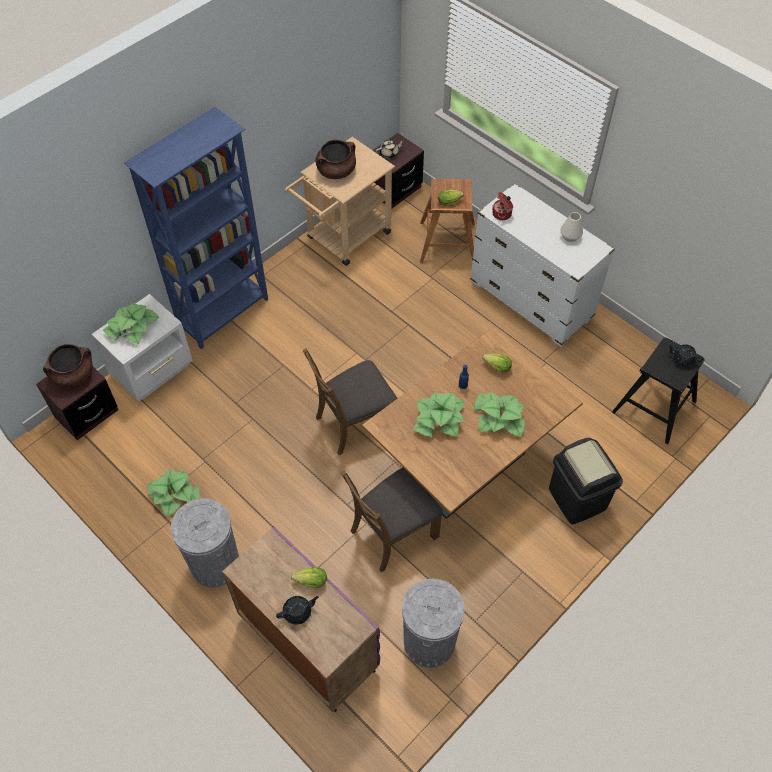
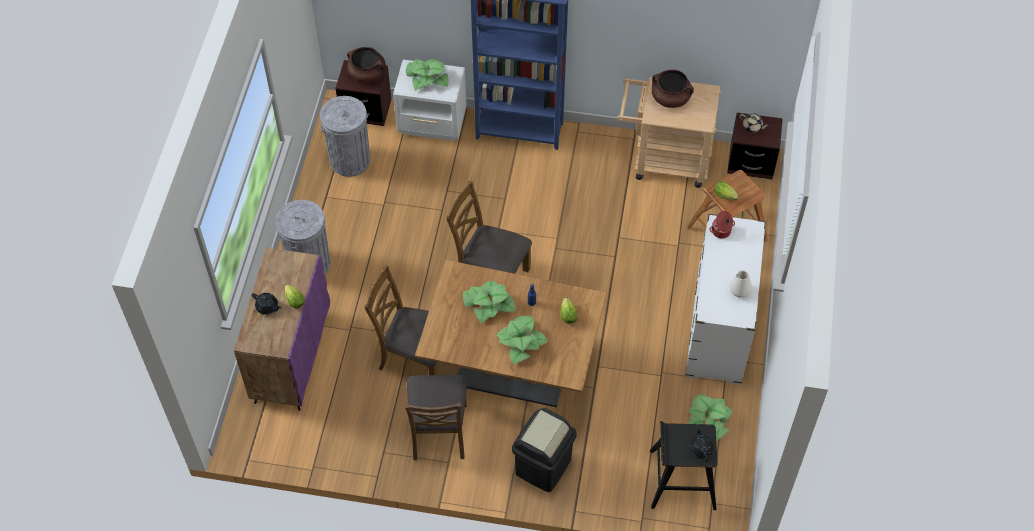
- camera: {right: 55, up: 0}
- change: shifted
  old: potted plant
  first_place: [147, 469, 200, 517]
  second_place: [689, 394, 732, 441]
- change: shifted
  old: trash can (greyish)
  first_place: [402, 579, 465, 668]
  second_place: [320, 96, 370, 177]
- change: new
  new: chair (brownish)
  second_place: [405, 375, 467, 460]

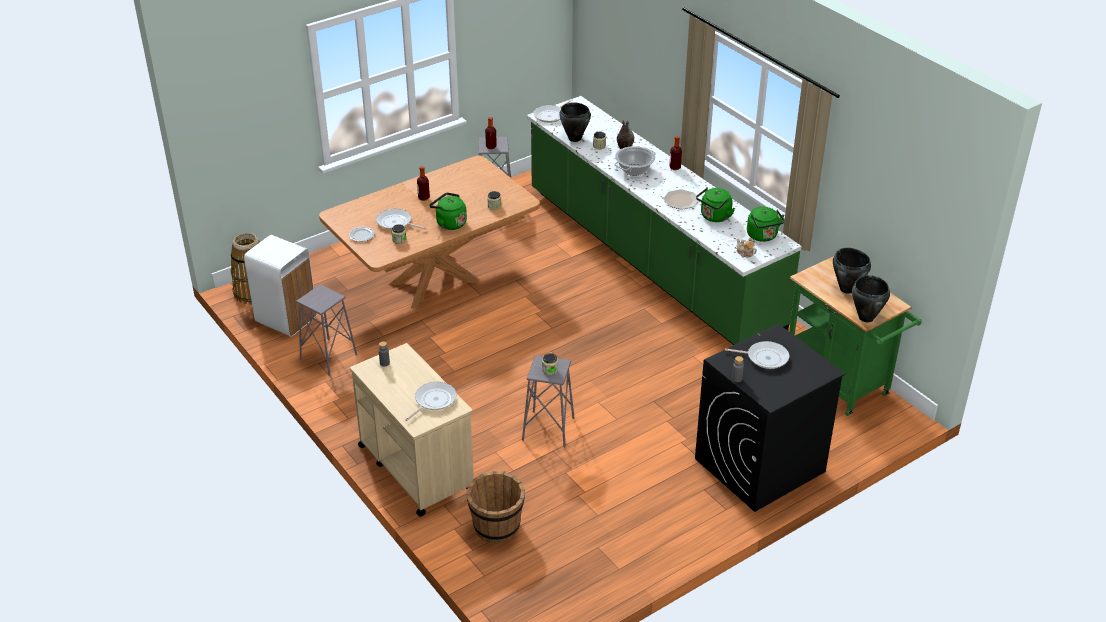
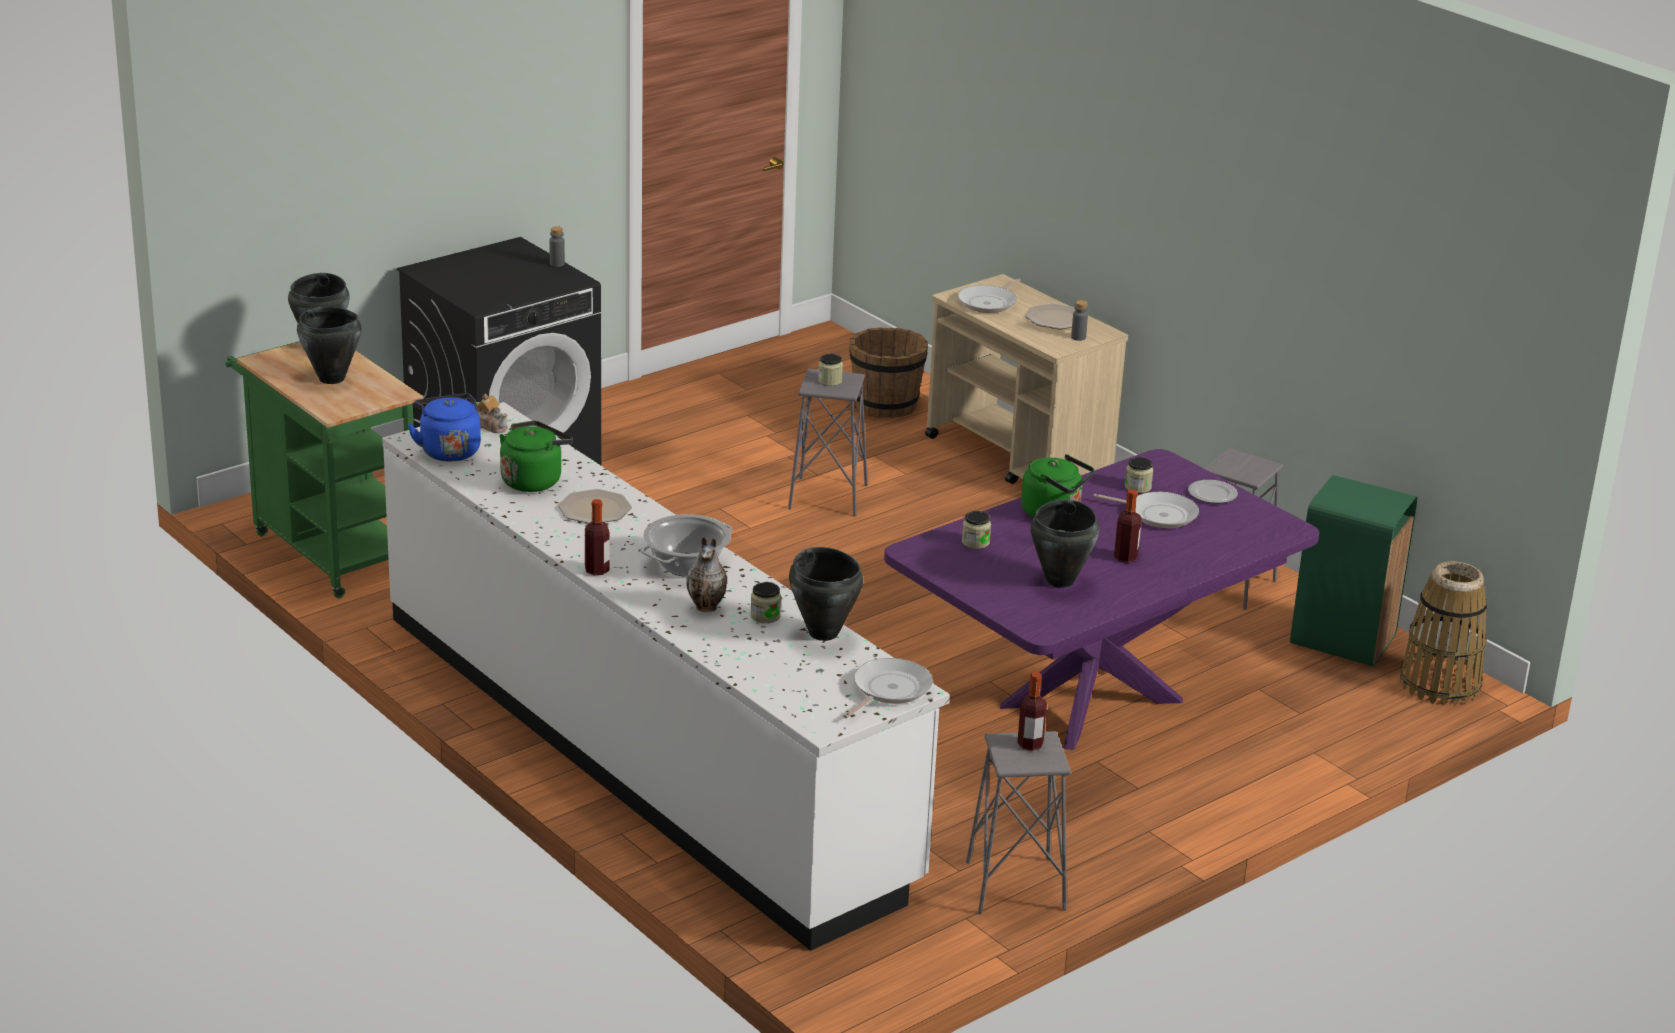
- camera: {right: 175, up: -10}
- change: repainted
  old: kitchen counter (green)
  new: kitchen counter (whitish)
  first_place: [527, 96, 802, 345]
  second_place: [382, 402, 950, 951]
- change: repainted
  old: dinner table (brownish)
  new: dinner table (purple-coloured)
  first_place: [319, 156, 540, 309]
  second_place: [884, 449, 1319, 750]
- change: repainted
  old: tea kettle (green)
  new: tea kettle (bluish)
  first_place: [747, 207, 785, 242]
  second_place: [408, 393, 481, 462]
- change: repainted
  old: trash can (whitish)
  new: trash can (green)
  first_place: [244, 235, 317, 337]
  second_place: [1290, 475, 1418, 666]
- change: gone
  old: pan
  first_place: [725, 341, 789, 369]
- change: new
  new: flat dish
  second_place: [1025, 304, 1075, 329]
- change: new
  new: stockpot (blackish)
  second_place: [1030, 499, 1099, 588]

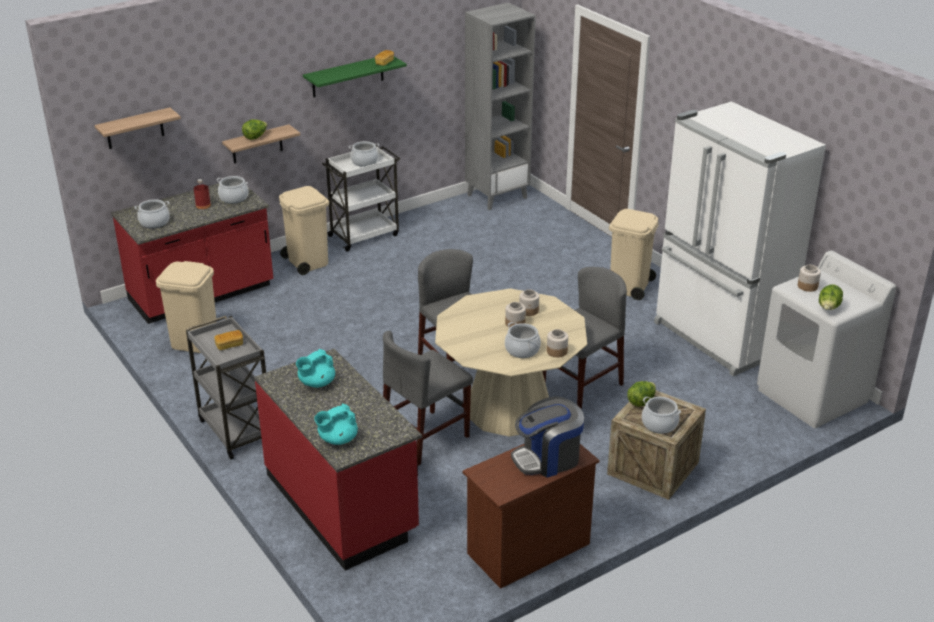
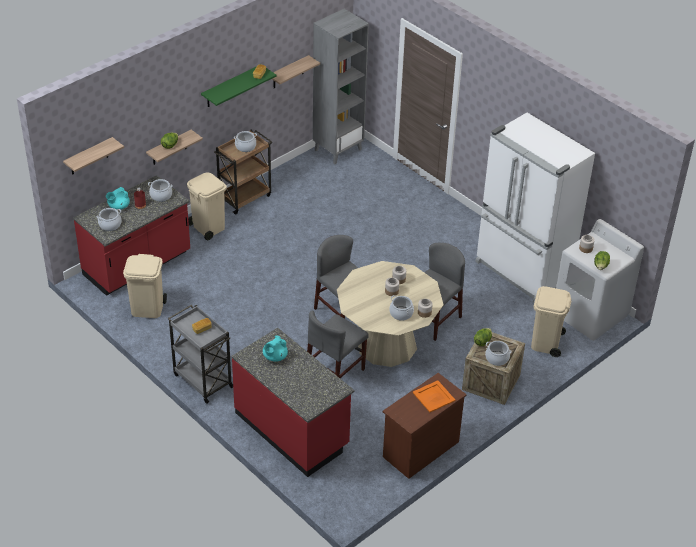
- camera: {right: -10, up: 10}
- change: repainted
  old: trolley (whitish)
  new: trolley (brownish)
  first_place: [322, 145, 400, 252]
  second_place: [214, 130, 272, 215]
- change: shifted
  old: trash can (beige)
  first_place: [609, 209, 659, 300]
  second_place: [531, 286, 572, 357]
- change: swapped
  old: coffee brewer
  new: tray (orange)
  first_place: [511, 396, 584, 478]
  second_place: [413, 380, 455, 412]
- change: shifted
  old: tea pot (turquoise-coloured)
  first_place: [314, 404, 358, 445]
  second_place: [106, 187, 130, 210]
- change: new
  new: wall shelf
  second_place: [272, 55, 320, 88]

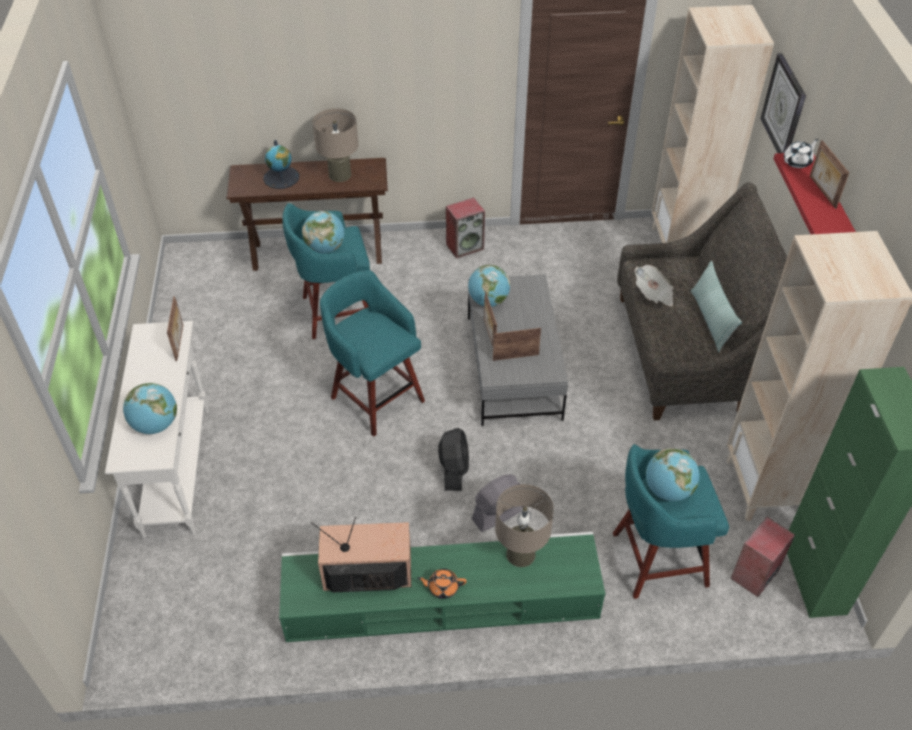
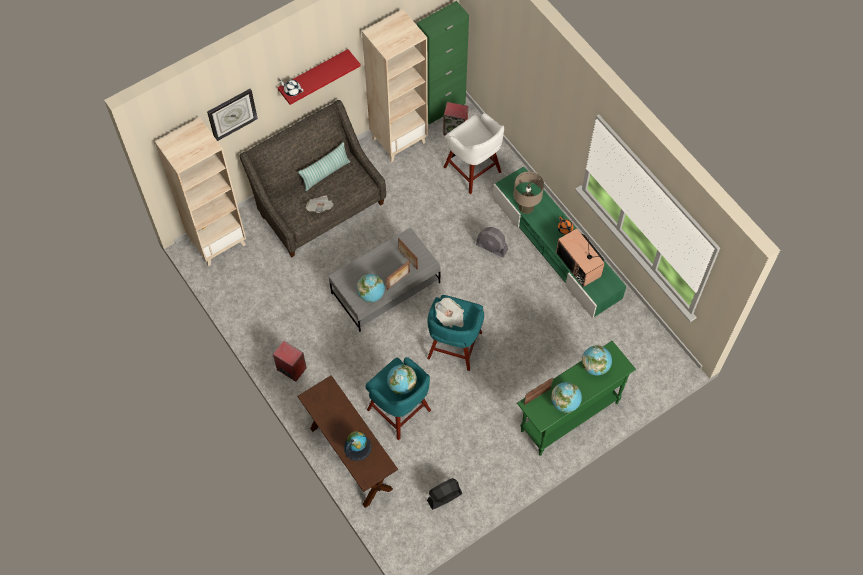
- camera: {right: -120, up: 15}
- change: gone
  old: table lamp (beige)
  first_place: [312, 108, 358, 182]
- change: gone
  old: standing frame
  first_place: [810, 140, 849, 209]
- change: repainted
  old: narrow table (whitish)
  new: narrow table (green)
  first_place: [105, 321, 209, 538]
  second_place: [517, 341, 636, 456]
- change: shifted
  old: cooling fan (blackish)
  first_place: [438, 428, 469, 491]
  second_place: [427, 478, 462, 510]
- change: repainted
  old: sitting stool (turquoise-coloured)
  new: sitting stool (whitish)
  first_place: [613, 444, 729, 599]
  second_place: [444, 113, 504, 194]
- change: shifted
  old: globe
  first_place: [646, 448, 699, 501]
  second_place: [551, 382, 582, 413]
- change: new
  new: printed paper
  second_place: [435, 298, 464, 328]

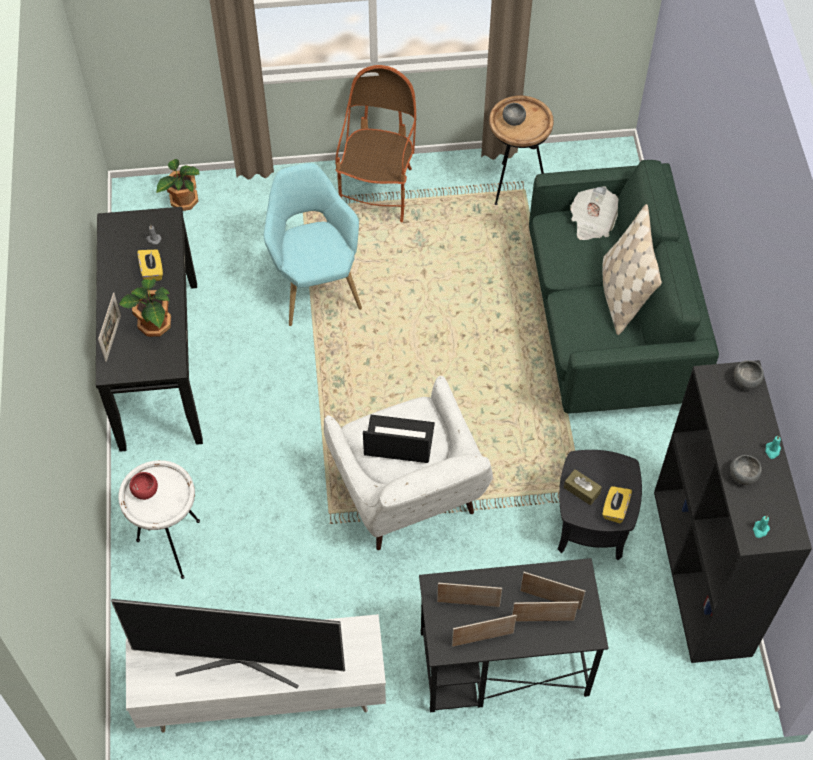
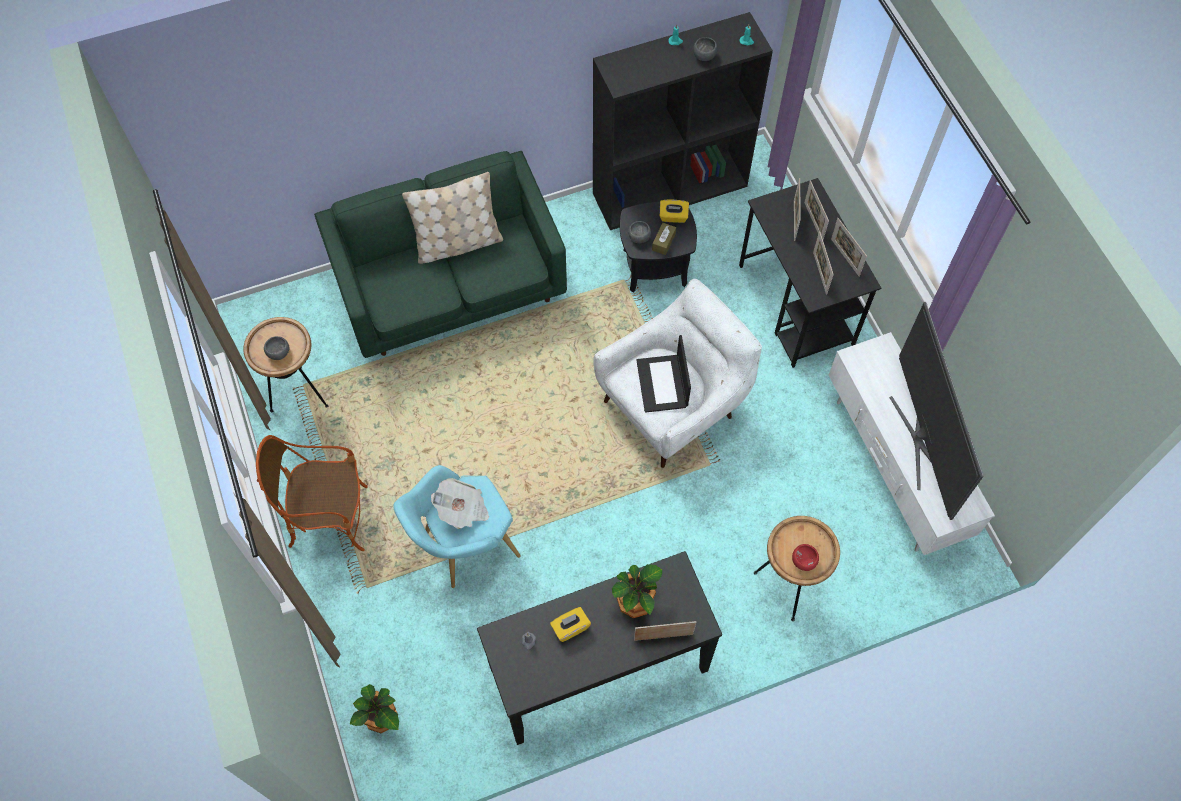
- camera: {right: -105, up: 5}
- change: shifted
  old: printed paper
  first_place: [570, 186, 619, 240]
  second_place: [431, 478, 489, 529]
- change: shifted
  old: serving bowl (greyish)
  first_place: [734, 360, 764, 390]
  second_place: [628, 221, 651, 243]
- change: repainted
  old: side table (whitish)
  new: side table (brownish)
  first_place: [118, 460, 200, 579]
  second_place: [754, 516, 840, 621]

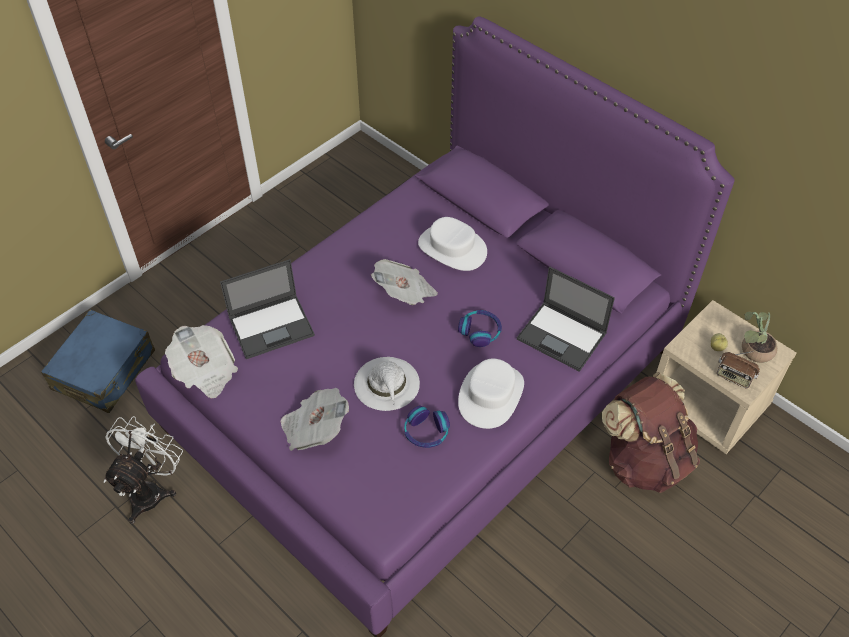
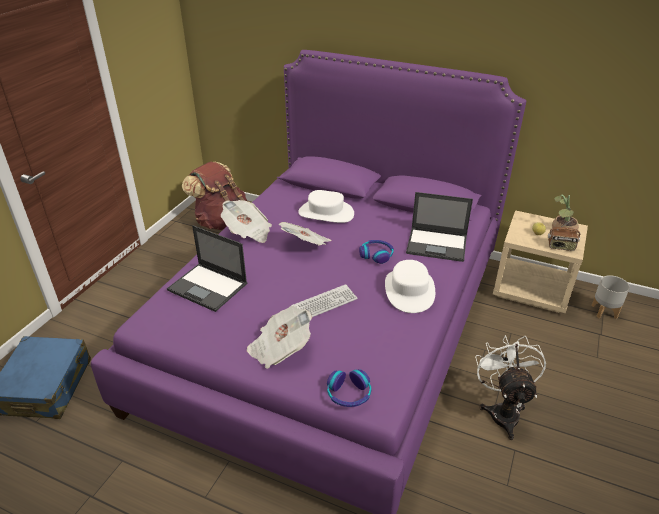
- camera: {right: -20, up: -15}
- change: rotated
  old: portable computer
  first_place: [220, 259, 315, 359]
  second_place: [167, 225, 247, 312]
  degrees: 75
- change: shifted
  old: printed paper
  first_place: [165, 325, 238, 398]
  second_place: [221, 200, 272, 243]
- change: swapped
  old: clothing hat (whitish)
  new: PC keyboard
  first_place: [354, 357, 420, 411]
  second_place: [291, 284, 358, 317]
- change: shifted
  old: knapsack (brownish)
  first_place: [602, 372, 700, 493]
  second_place: [182, 162, 247, 230]
- change: shifted
  old: headphones
  first_place: [404, 406, 450, 448]
  second_place: [327, 369, 371, 407]
- change: shifted
  old: cooling fan (whitish)
  first_place: [104, 416, 183, 524]
  second_place: [475, 335, 546, 440]
- change: new
  new: flower pot (greyish)
  second_place: [591, 275, 630, 319]

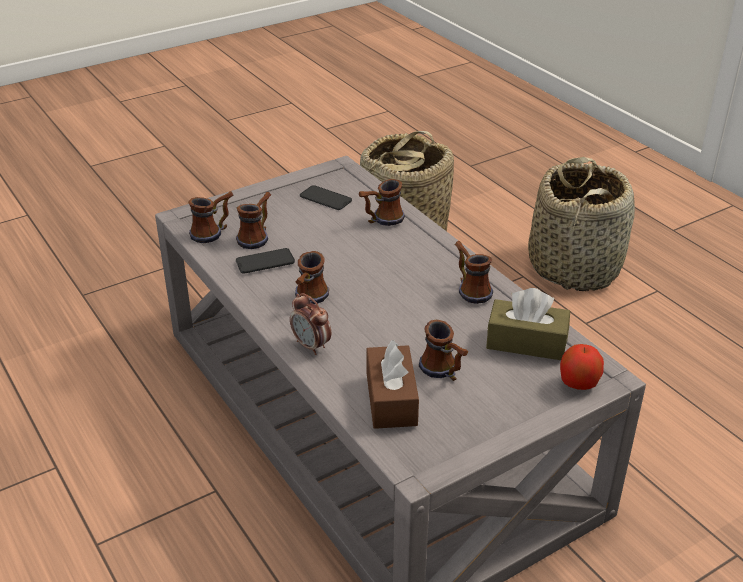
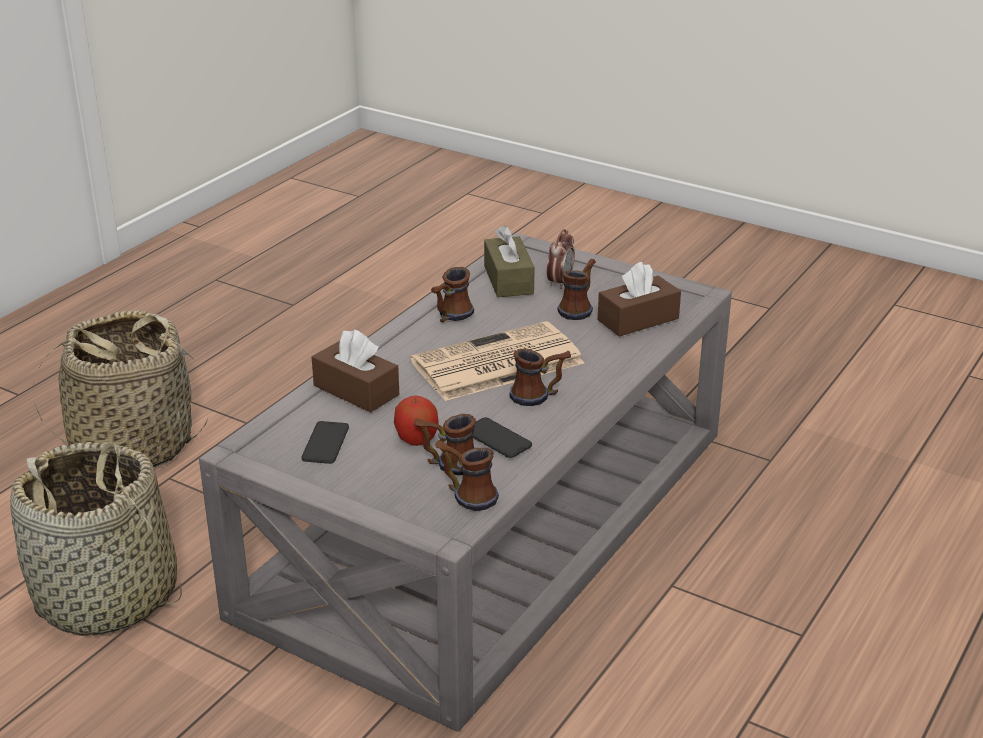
- camera: {right: -115, up: -5}
- change: swapped
  old: mug
  new: box of tissues (brownish)
  first_place: [359, 179, 405, 226]
  second_place: [312, 329, 399, 413]
- change: shifted
  old: alarm clock
  first_place: [290, 293, 331, 355]
  second_place: [547, 229, 575, 289]
- change: shifted
  old: whole apple
  first_place: [560, 344, 604, 390]
  second_place: [394, 396, 438, 446]
- change: new
  new: printed paper
  second_place: [410, 321, 584, 401]

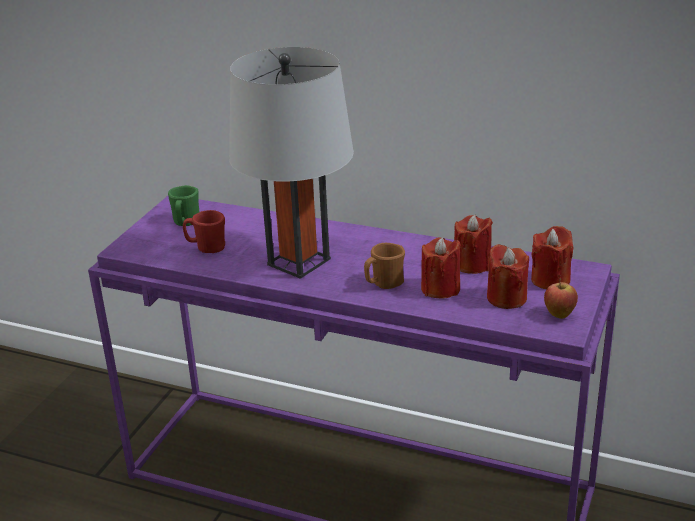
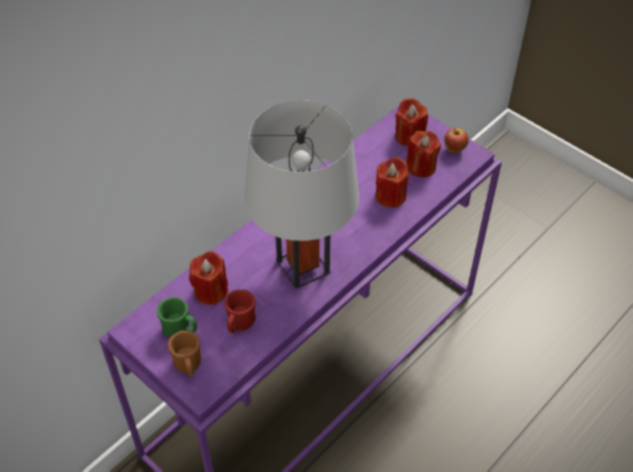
- camera: {right: -70, up: 20}
- change: shifted
  old: candle (red)
  first_place: [454, 215, 493, 274]
  second_place: [189, 251, 228, 305]
- change: shifted
  old: mug (brownish)
  first_place: [364, 243, 405, 289]
  second_place: [168, 331, 201, 377]

